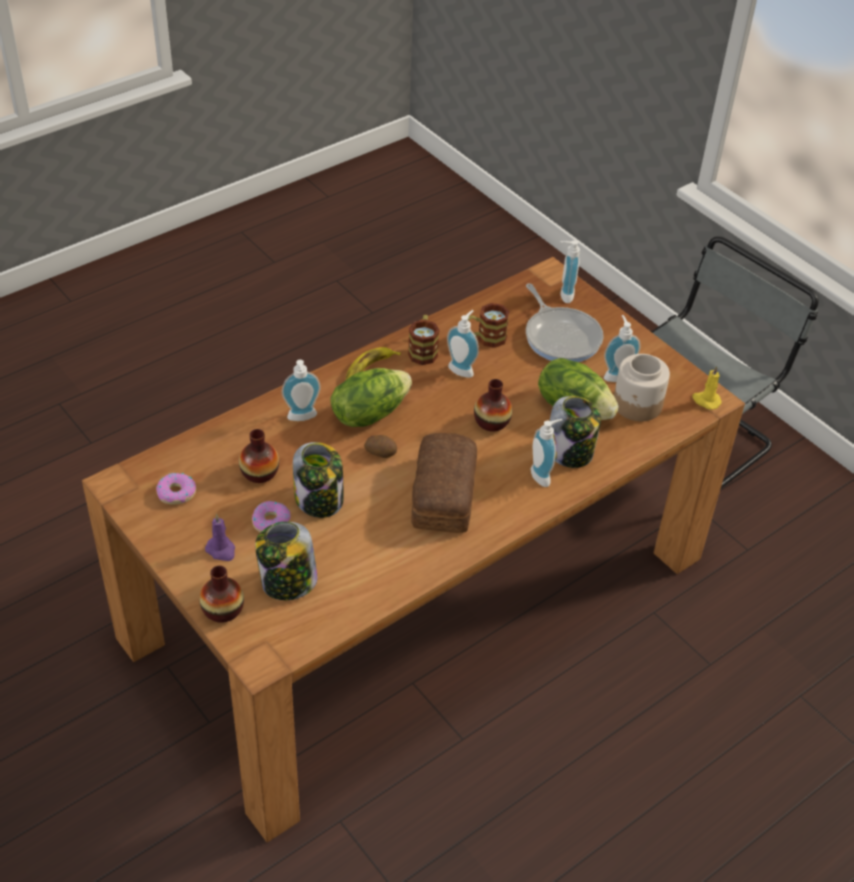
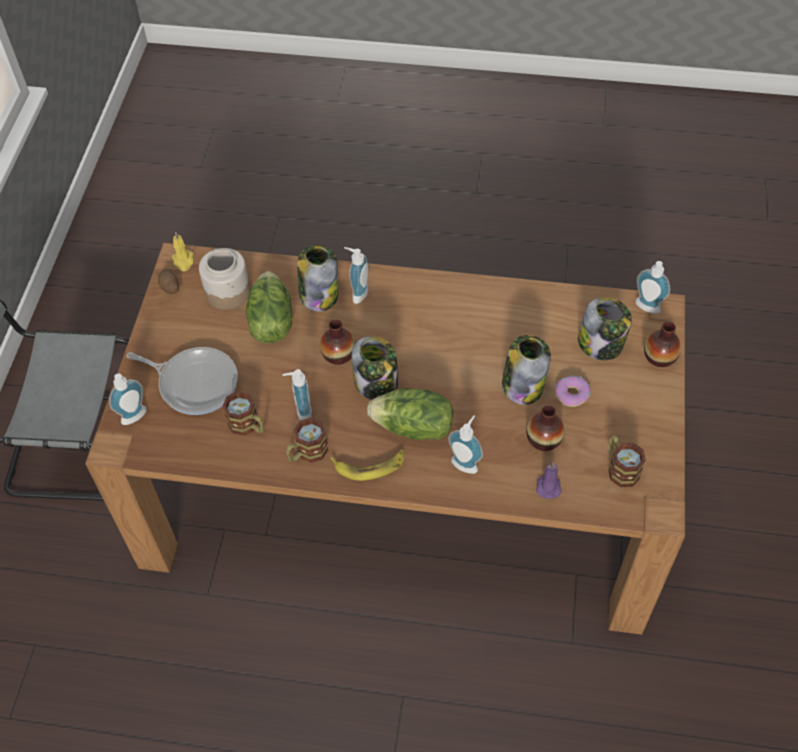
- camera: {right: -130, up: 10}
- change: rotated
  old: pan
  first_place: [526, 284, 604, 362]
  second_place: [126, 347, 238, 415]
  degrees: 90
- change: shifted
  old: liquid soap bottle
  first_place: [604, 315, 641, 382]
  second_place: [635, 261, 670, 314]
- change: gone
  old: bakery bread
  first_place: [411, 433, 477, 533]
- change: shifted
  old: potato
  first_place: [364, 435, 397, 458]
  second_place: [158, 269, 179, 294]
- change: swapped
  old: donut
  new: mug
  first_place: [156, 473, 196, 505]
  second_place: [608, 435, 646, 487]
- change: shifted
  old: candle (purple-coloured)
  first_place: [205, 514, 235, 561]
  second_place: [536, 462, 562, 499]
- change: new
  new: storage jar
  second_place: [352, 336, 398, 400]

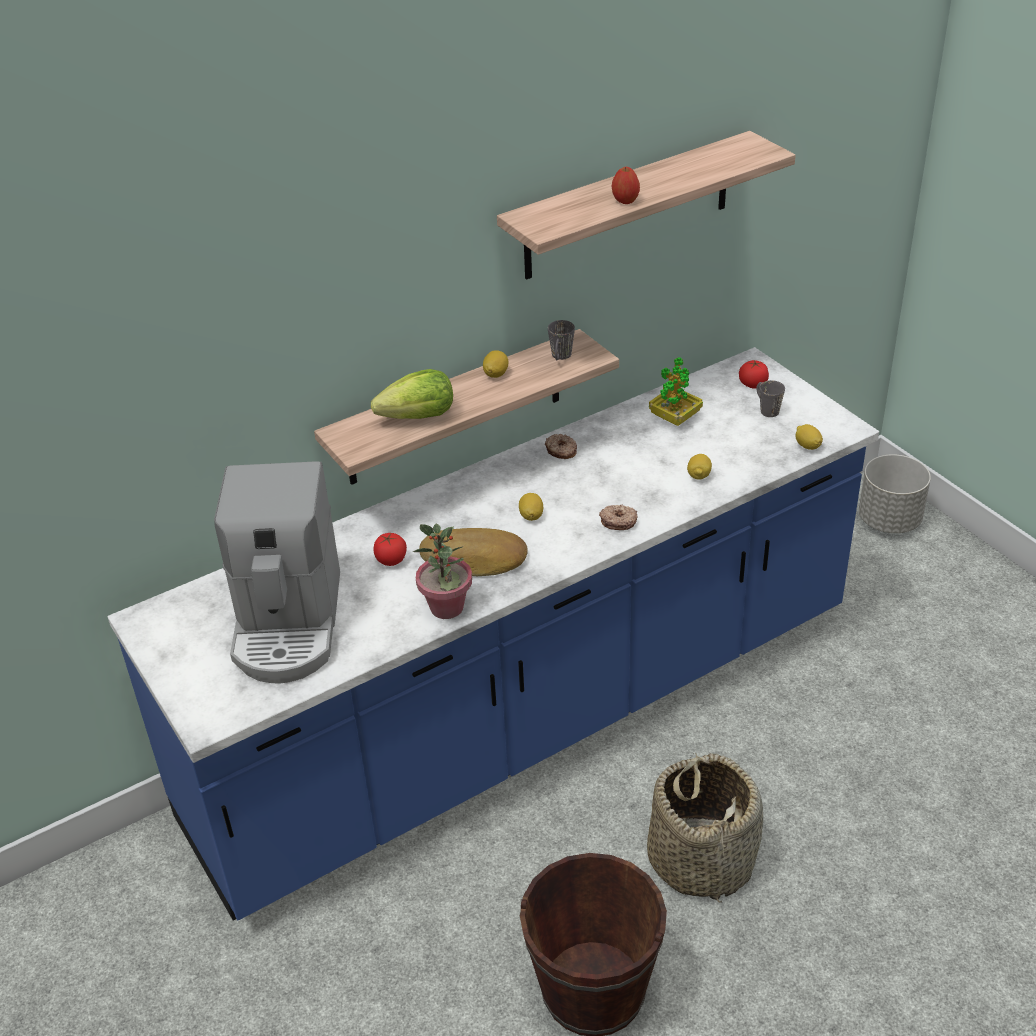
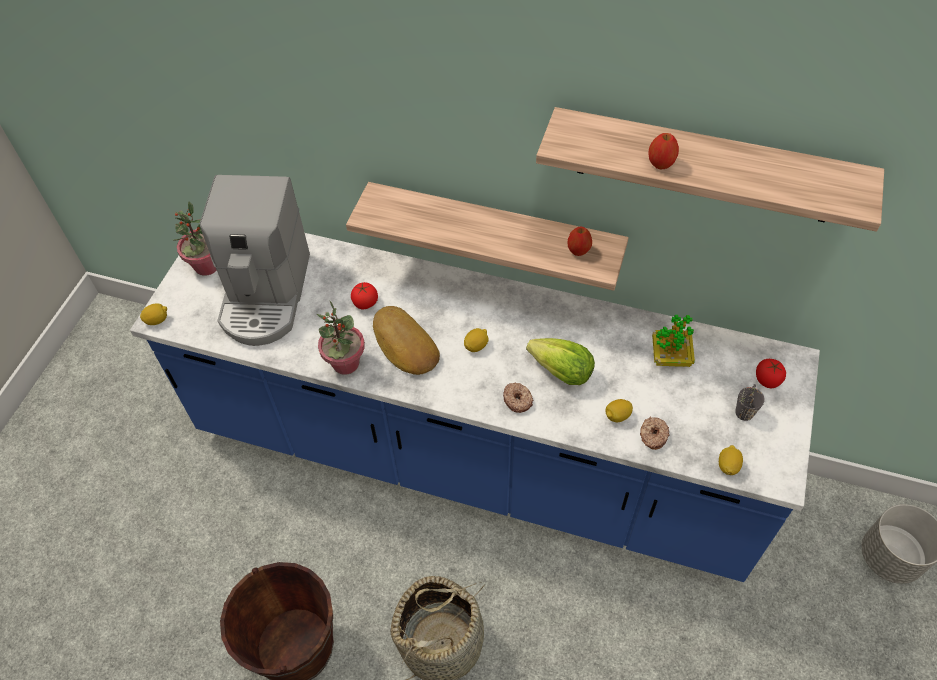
- camera: {right: 50, up: 15}
- change: swapped
  old: mug (greyish)
  new: whole apple
  first_place: [548, 320, 575, 360]
  second_place: [568, 227, 592, 256]
- change: shifted
  old: whole lemon
  first_place: [483, 350, 509, 378]
  second_place: [140, 303, 167, 325]
- change: shifted
  old: lettuce
  first_place: [371, 369, 453, 419]
  second_place: [526, 338, 595, 385]
- change: shifted
  old: donut
  first_place: [545, 434, 577, 459]
  second_place: [640, 416, 670, 450]
- change: rotated
  old: coffee brewer
  first_place: [214, 461, 340, 684]
  second_place: [199, 175, 310, 346]
  degrees: -45
- change: new
  new: potted plant
  second_place: [174, 201, 217, 276]

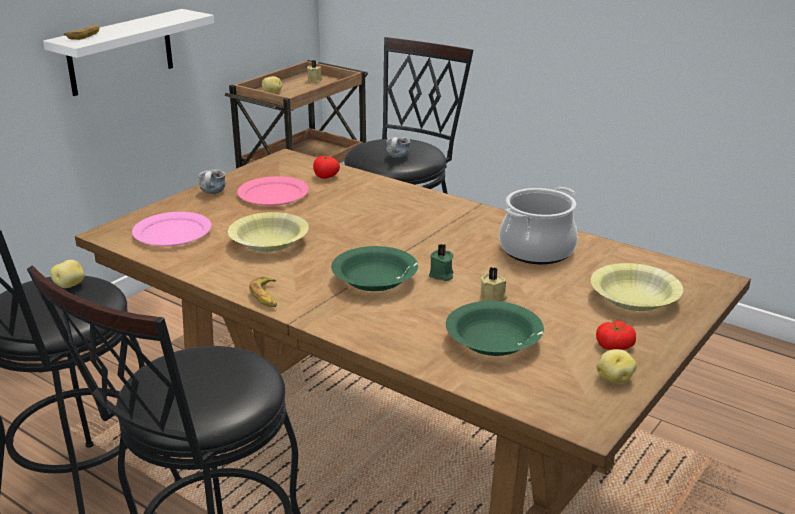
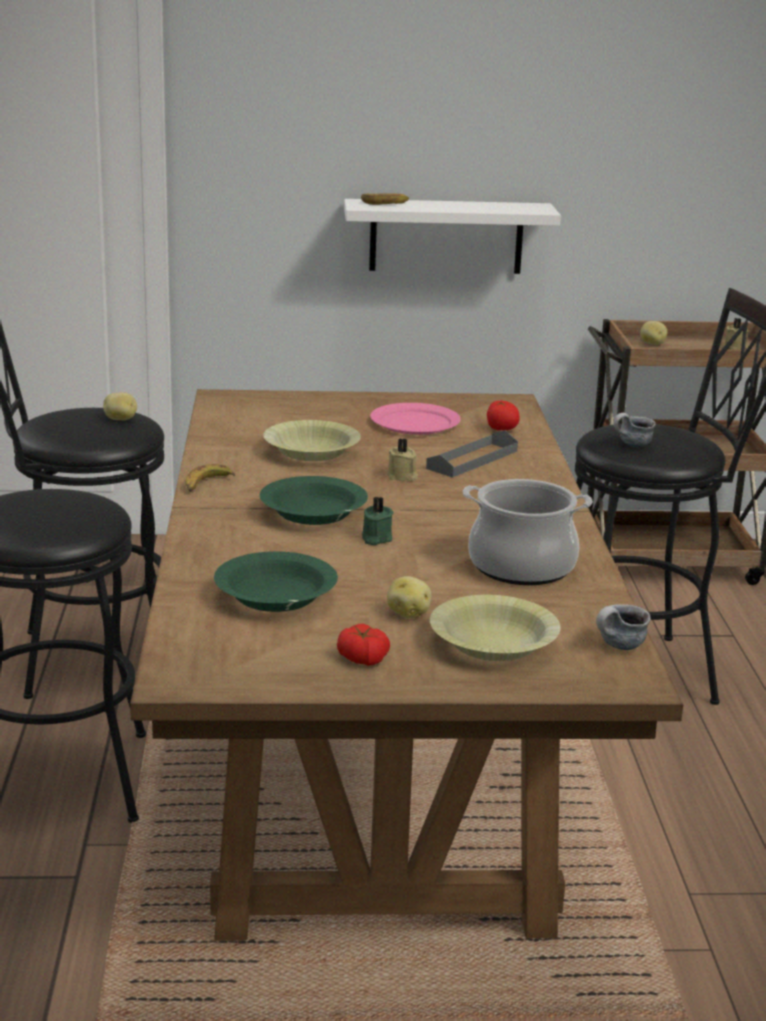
- camera: {right: 50, up: -5}
- change: shifted
  old: mug
  first_place: [198, 169, 226, 194]
  second_place: [596, 604, 651, 650]
- change: gone
  old: flat dish (pinkish)
  first_place: [132, 212, 212, 246]
- change: shifted
  old: candle (beige)
  first_place: [480, 267, 507, 302]
  second_place: [387, 438, 418, 481]
- change: shifted
  old: potato
  first_place: [596, 349, 637, 383]
  second_place: [387, 576, 432, 618]
- change: new
  new: tray (greyish)
  second_place: [426, 430, 518, 478]

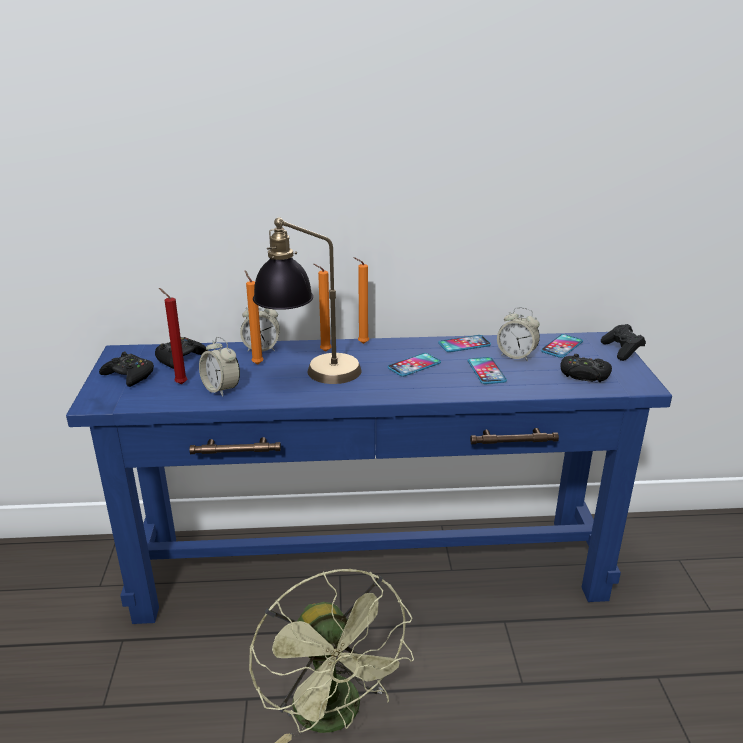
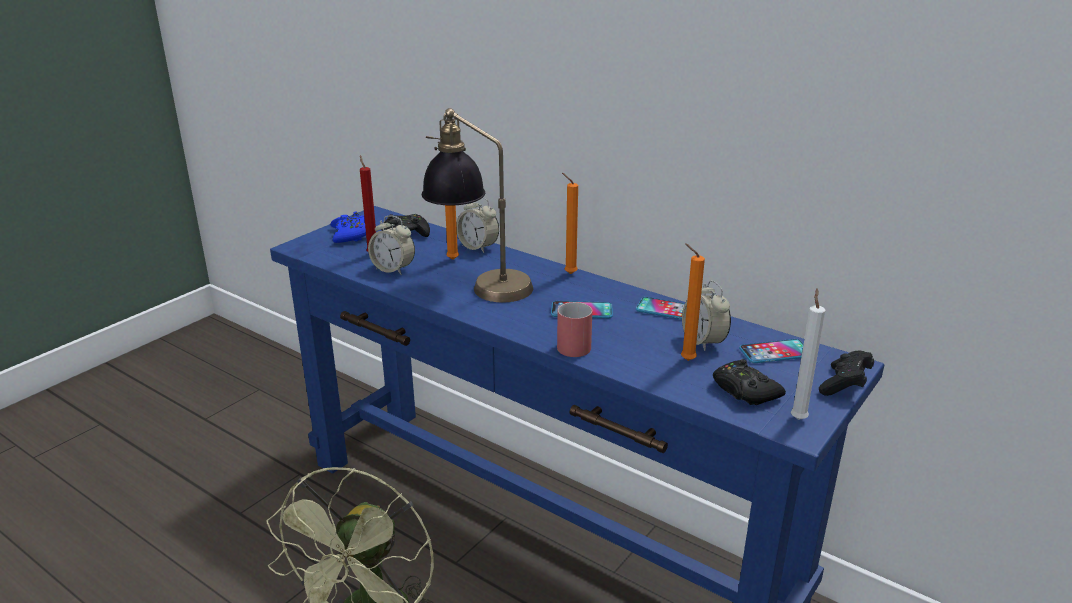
- camera: {right: 40, up: 0}
- change: shifted
  old: candle (orange)
  first_place: [313, 264, 332, 352]
  second_place: [681, 243, 705, 361]
- change: rotated
  old: alarm clock
  first_place: [199, 337, 240, 397]
  second_place: [368, 216, 415, 275]
  degrees: -60
- change: repainted
  old: game controller (blackish)
  new: game controller (bluish)
  first_place: [99, 351, 154, 387]
  second_place: [330, 211, 366, 243]
- change: gone
  old: phone
  first_place: [468, 357, 507, 384]
- change: new
  new: candle (whitish)
  second_place: [791, 289, 825, 420]
- change: new
  new: mug (red)
  second_place: [557, 302, 592, 357]

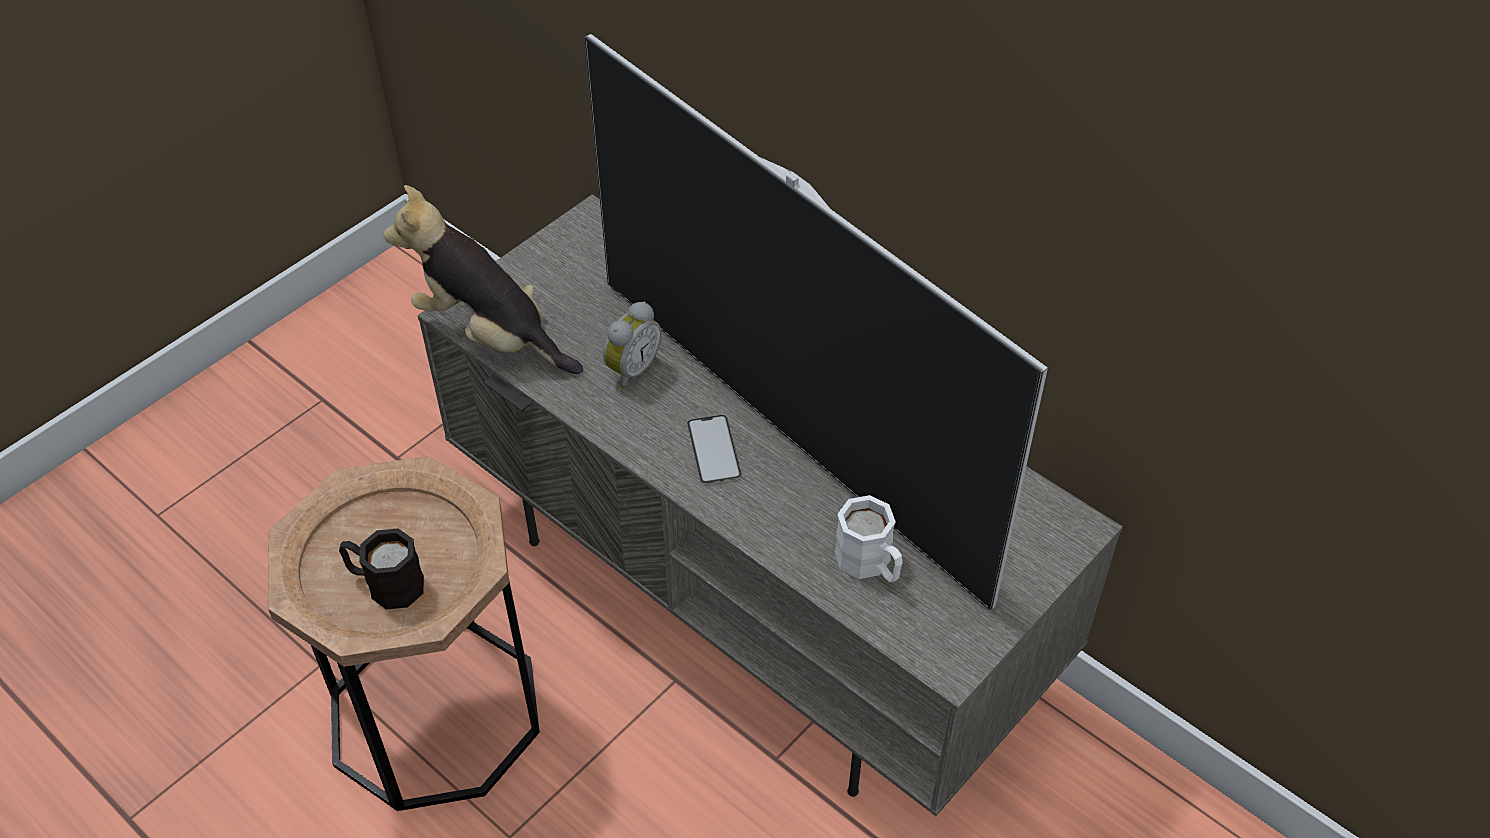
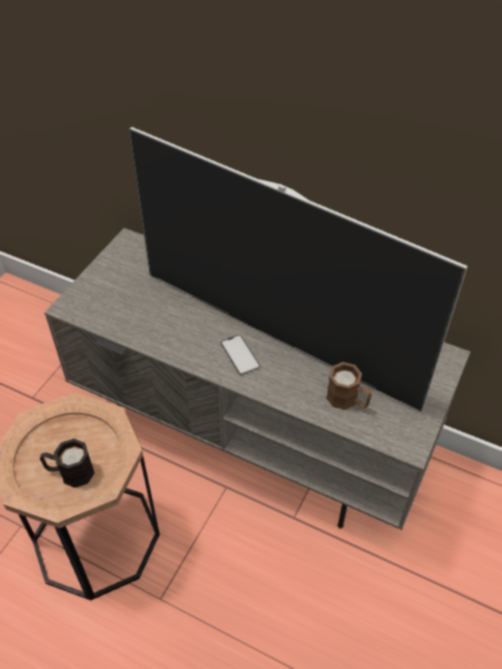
- camera: {right: -15, up: 0}
- change: gone
  old: cuddly toy
  first_place: [383, 185, 583, 374]
- change: gone
  old: alarm clock
  first_place: [603, 302, 662, 389]
- change: repainted
  old: mug (whitish)
  new: mug (brownish)
  first_place: [835, 495, 903, 583]
  second_place: [326, 362, 372, 410]

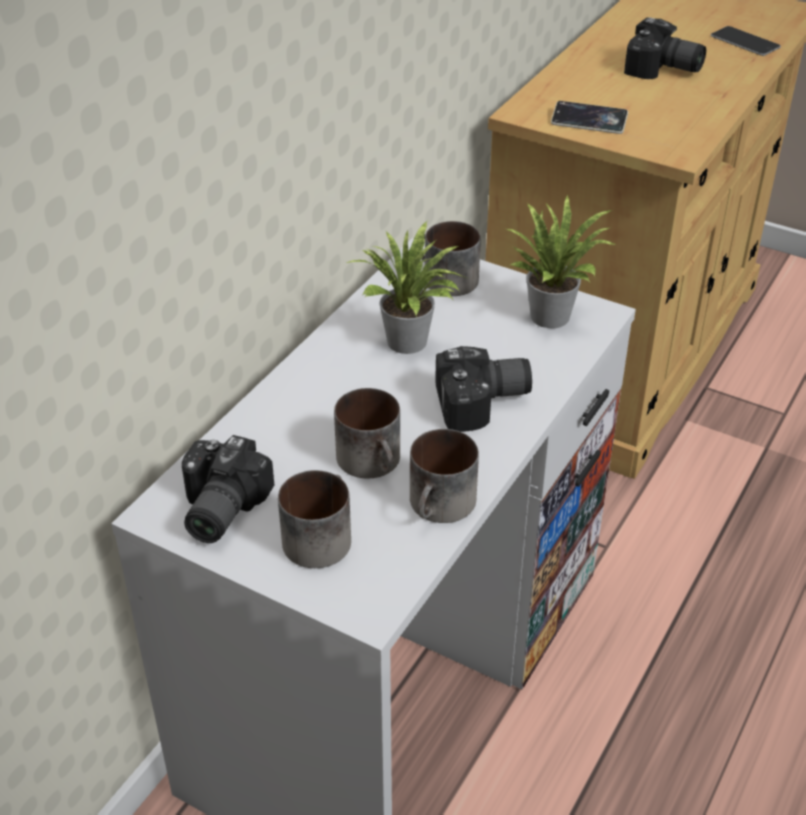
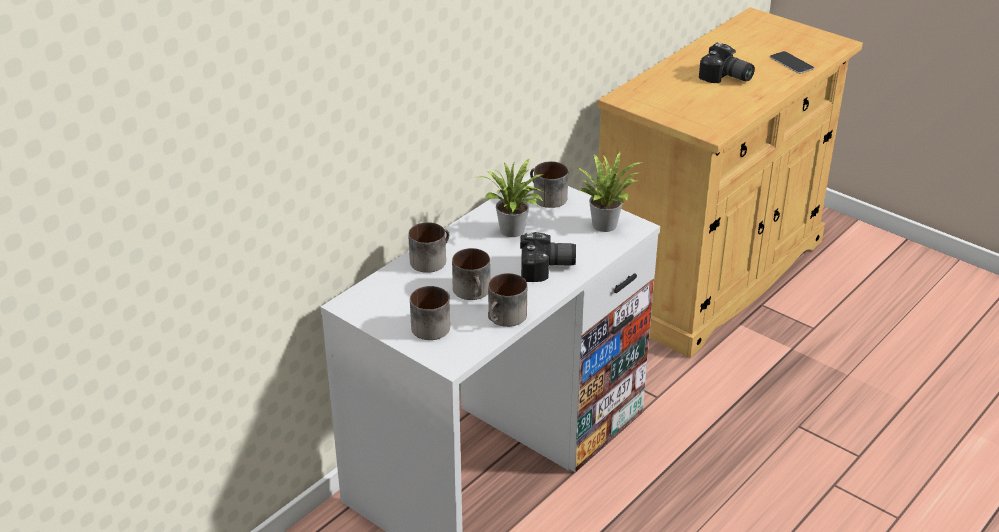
- camera: {right: 10, up: -5}
- change: gone
  old: phone
  first_place: [551, 101, 628, 134]
- change: gone
  old: photo camera
  first_place: [182, 435, 274, 543]
- change: new
  new: mug
  second_place: [408, 222, 450, 273]

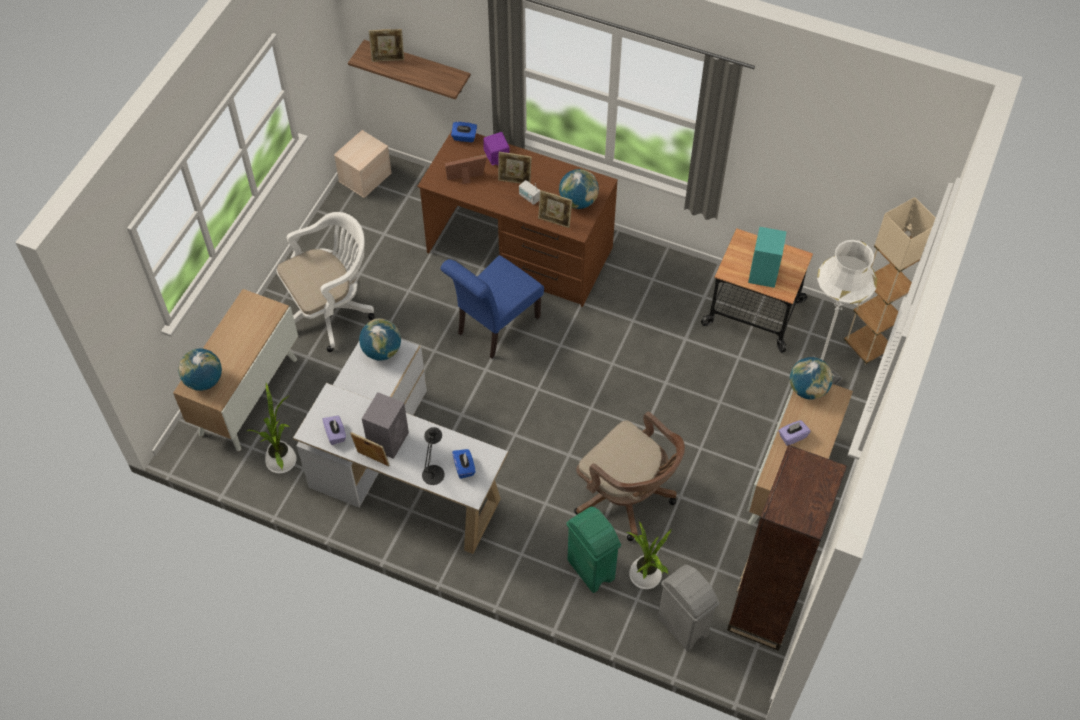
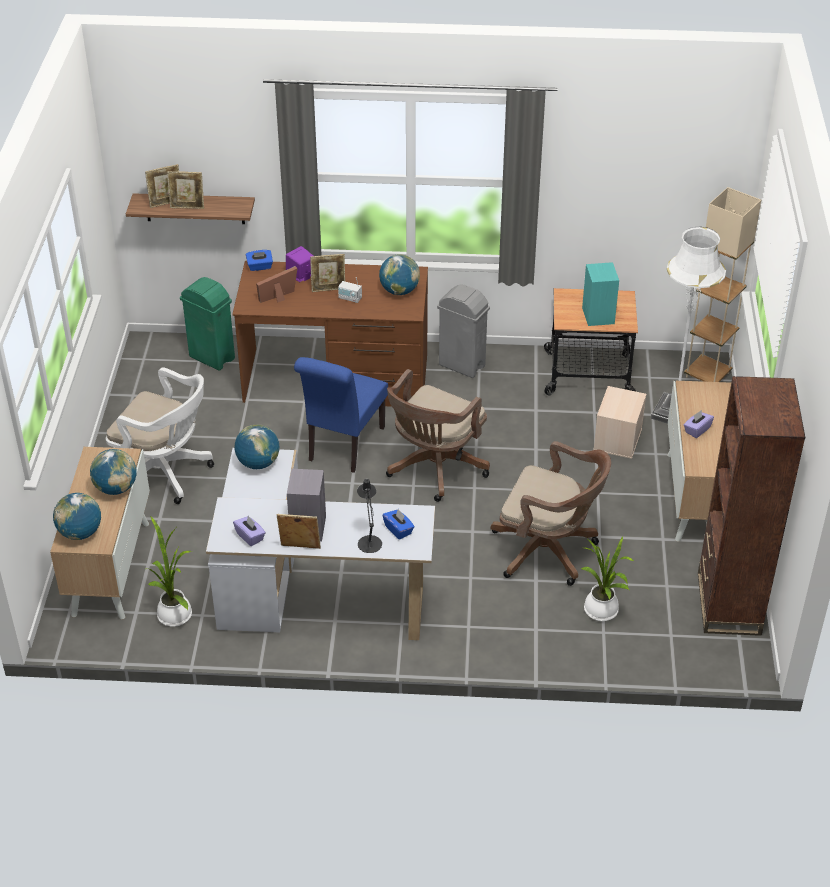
- camera: {right: -20, up: -15}
- change: shifted
  old: storage bin (beige)
  first_place: [334, 130, 392, 198]
  second_place: [593, 386, 646, 459]
- change: shifted
  old: standing frame
  first_place: [538, 190, 572, 228]
  second_place: [167, 171, 204, 209]
- change: rotated
  old: office chair (whitish)
  first_place: [276, 212, 374, 352]
  second_place: [106, 367, 214, 504]
  degrees: 75
- change: shifted
  old: globe
  first_place: [790, 357, 833, 399]
  second_place: [90, 449, 137, 495]
- change: shifted
  old: trash can (green)
  first_place: [566, 506, 621, 593]
  second_place: [180, 277, 235, 371]
- change: shifted
  old: trash can (greyish)
  first_place: [658, 565, 719, 651]
  second_place: [437, 285, 490, 378]
- change: new
  new: office chair (brownish)
  second_place: [386, 369, 490, 502]

